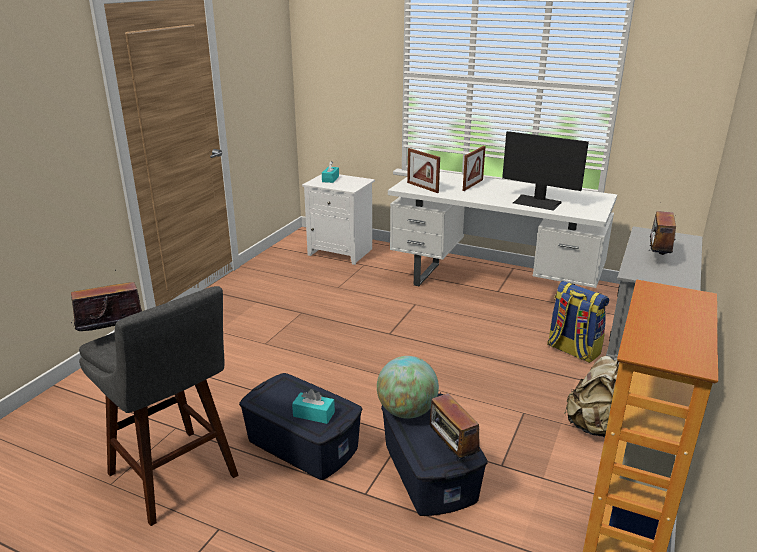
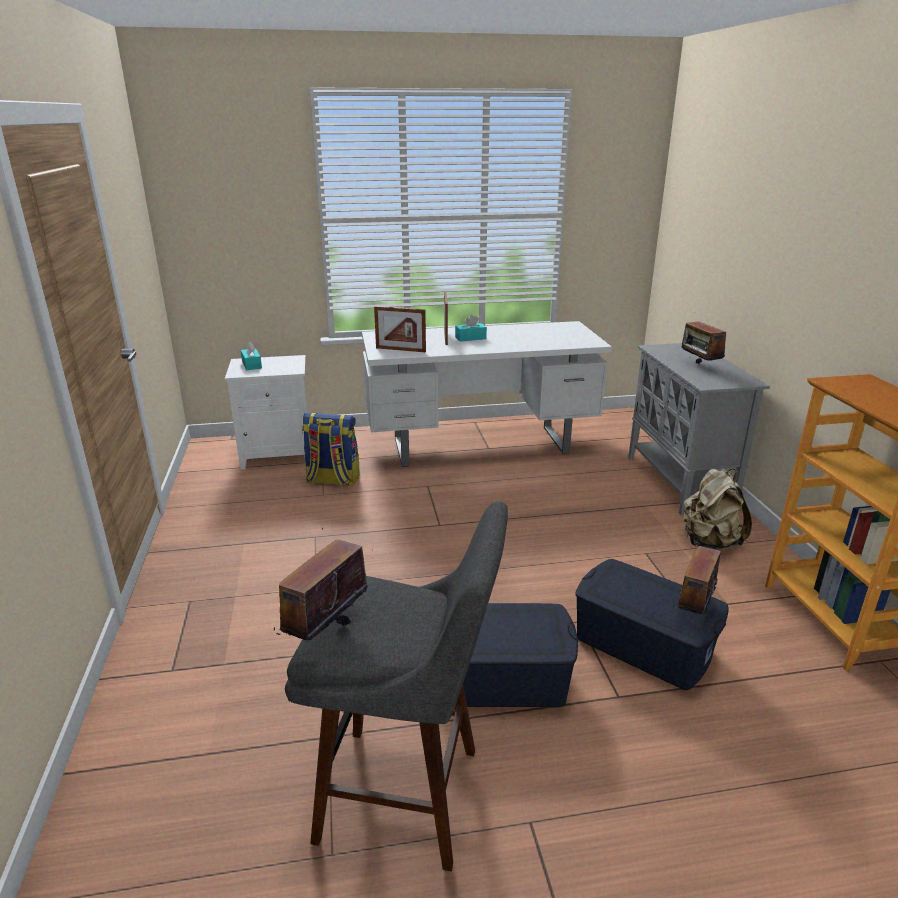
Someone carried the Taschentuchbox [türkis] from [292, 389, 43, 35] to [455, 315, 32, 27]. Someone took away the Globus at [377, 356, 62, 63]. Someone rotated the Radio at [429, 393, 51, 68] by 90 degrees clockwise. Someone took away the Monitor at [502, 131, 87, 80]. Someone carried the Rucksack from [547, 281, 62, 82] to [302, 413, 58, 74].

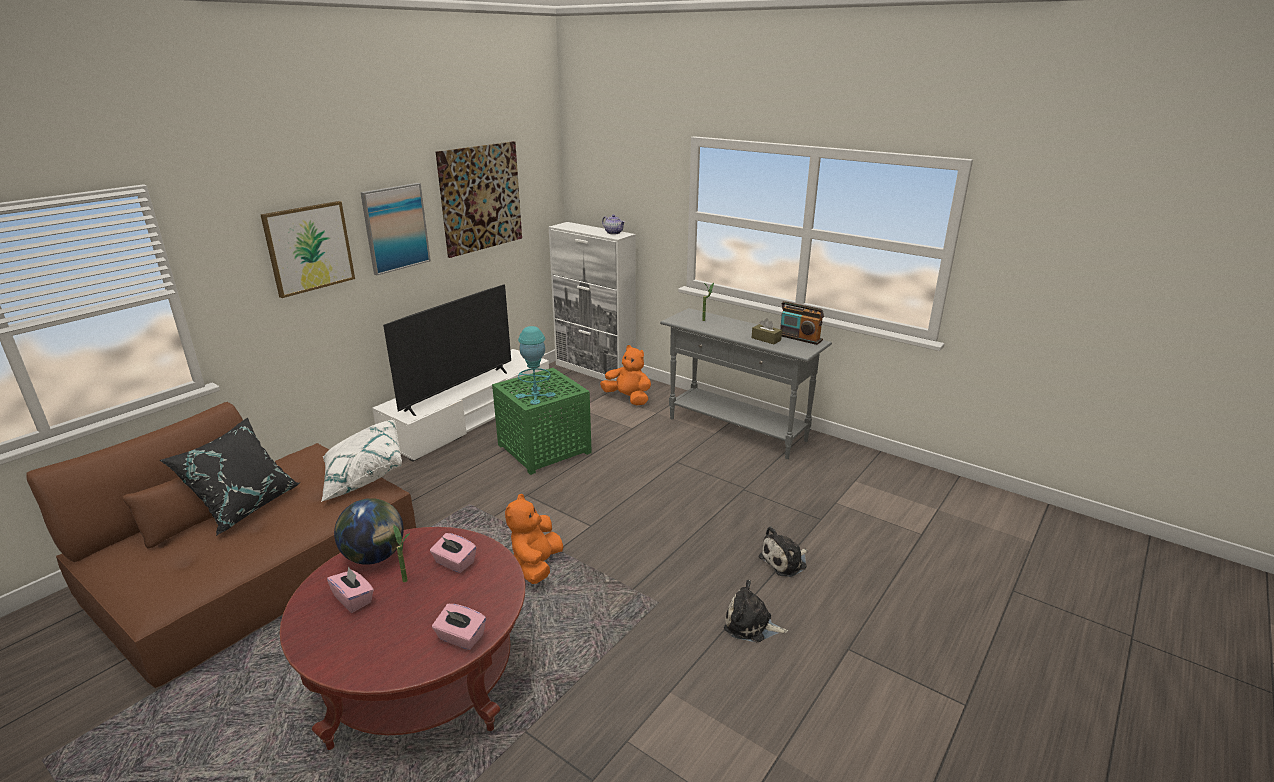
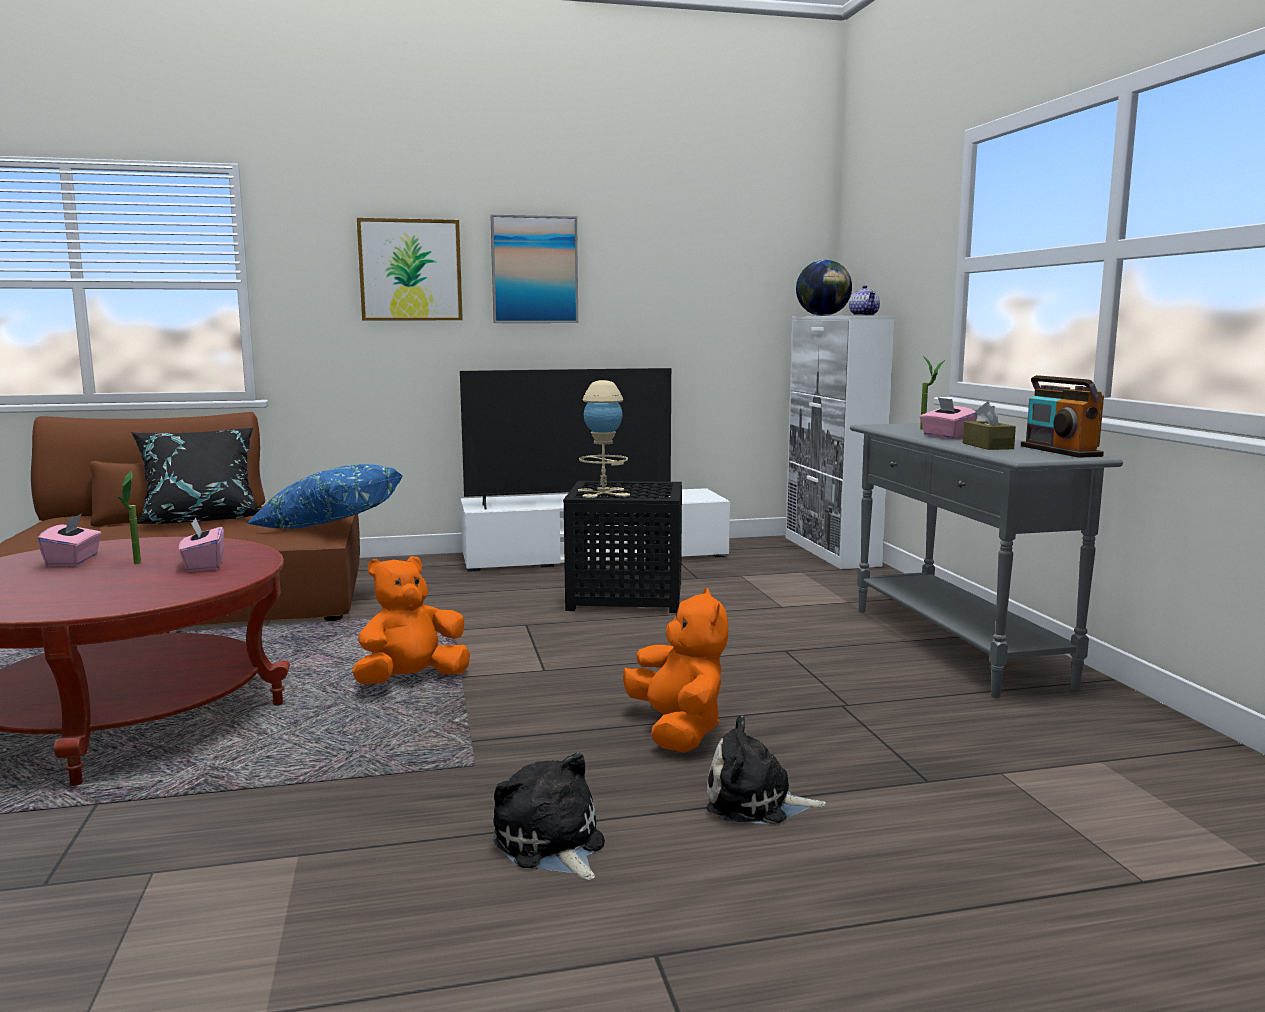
Someone repainted the Kissen [weiß] at [321, 420, 81, 82], which became the Kissen [blau] at [246, 464, 157, 65]. Someone carried the Globus from [334, 498, 70, 67] to [796, 260, 56, 56]. Someone carried the Taschentuchbox [rosa] from [432, 604, 54, 46] to [920, 397, 58, 42]. Someone took away the Bild at [436, 141, 86, 117]. Someone repainted the Beistelltisch [grün] at [492, 368, 100, 107], which became the Beistelltisch [schwarz] at [563, 481, 119, 132]. Someone repainted the Tischlampe [türkis] at [516, 326, 39, 79], which became the Tischlampe [beige] at [578, 380, 52, 118]. Someone carried the Plüschtier [orange] from [600, 345, 51, 60] to [623, 588, 105, 165].

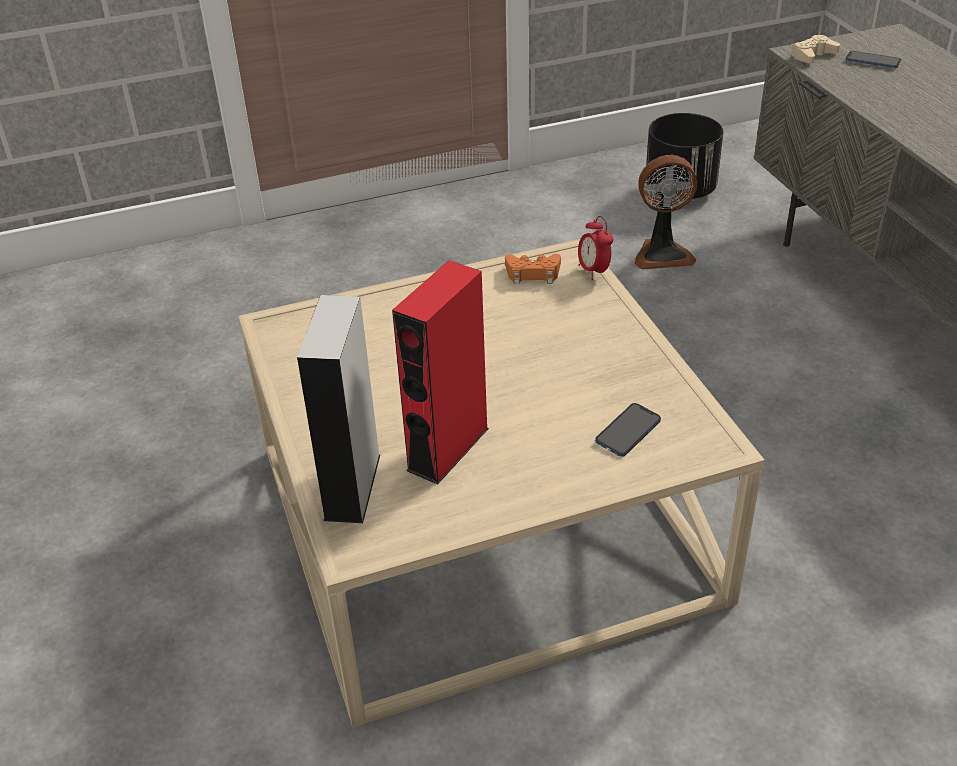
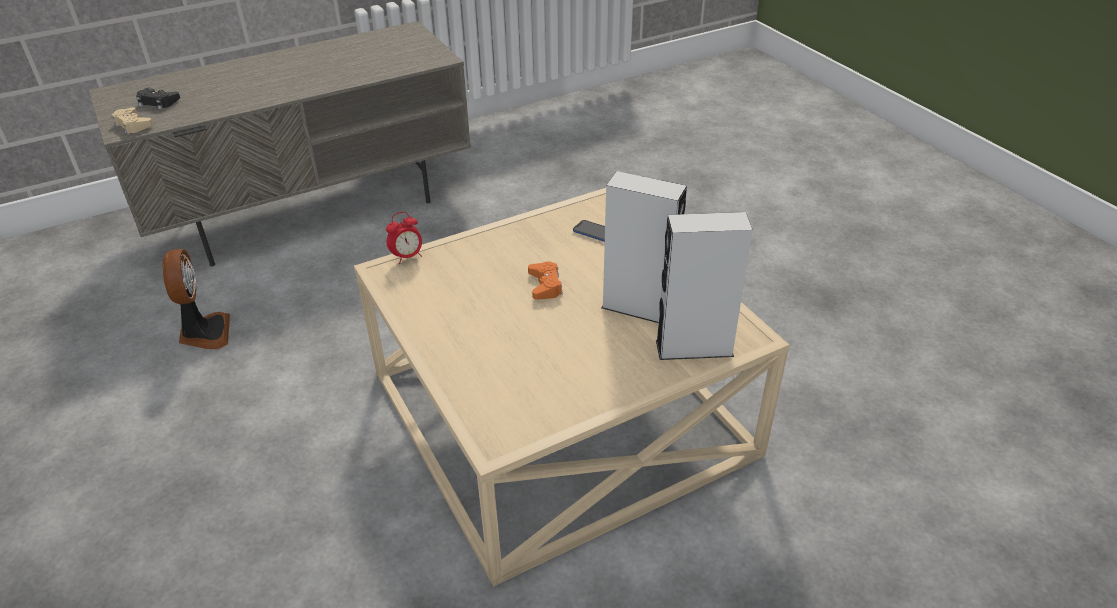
Someone repainted the Lautsprecher [rot] at [392, 260, 97, 225], which became the Lautsprecher [grau] at [601, 171, 86, 152]. Someone carried the Gamepad [orange] from [505, 254, 56, 30] to [528, 261, 35, 39]. Someone took away the Pflanzkübel [schwarz] at [646, 113, 77, 86]. Someone swapped the Handy at [846, 51, 55, 17] for the Gamepad [schwarz] at [136, 88, 44, 22].

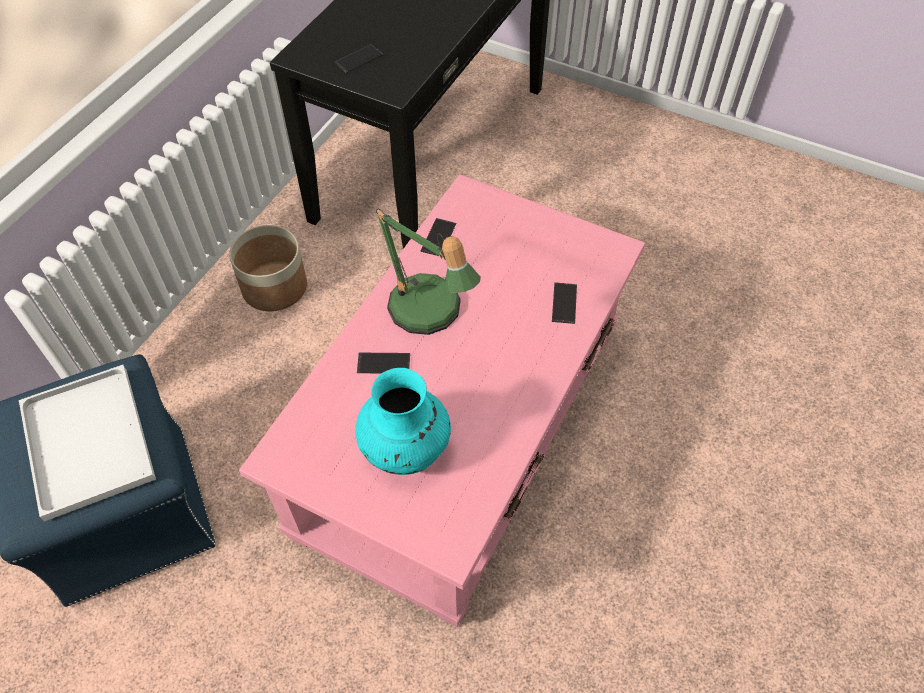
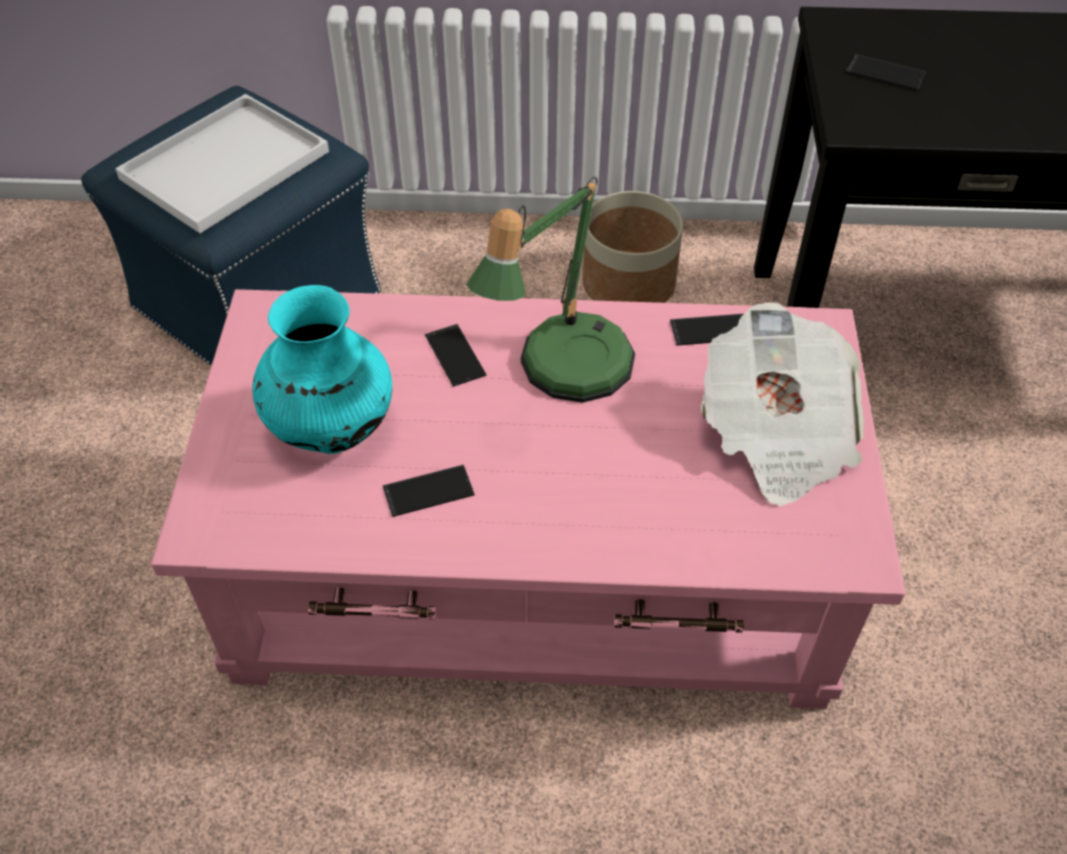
Someone carried the Handy from [552, 282, 25, 42] to [383, 465, 92, 52]. Someone put down the Zeitung at [701, 302, 163, 205].

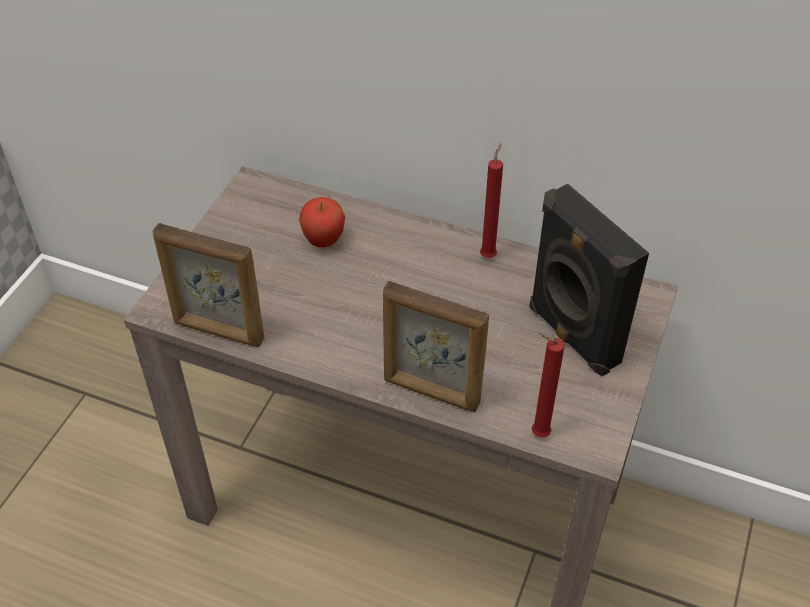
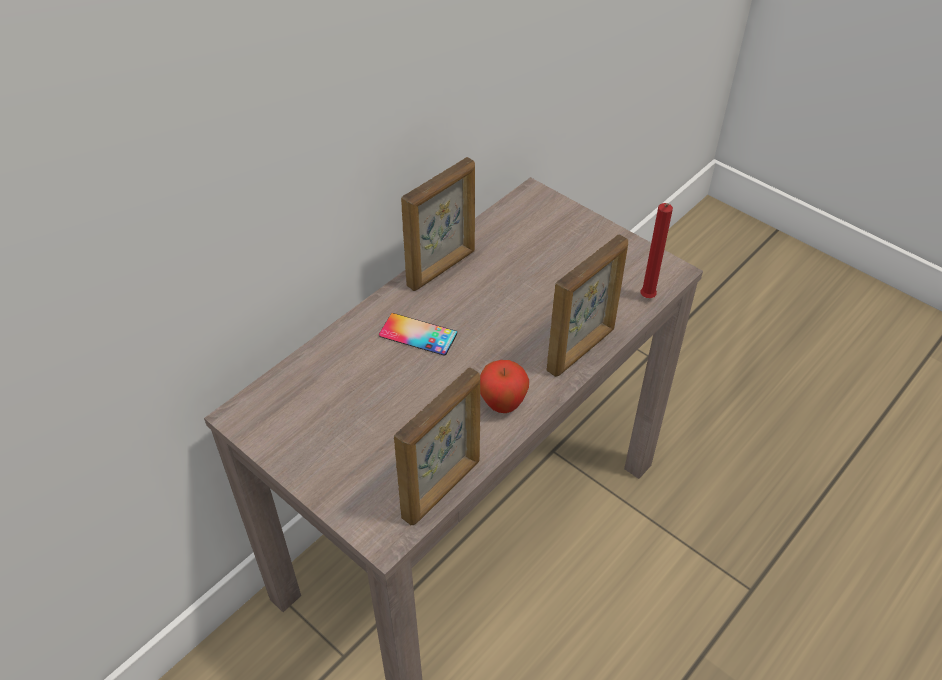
Someone carried the Apfel from [299, 197, 46, 50] to [480, 360, 49, 53]. Someone swapped the Kerze [rot] at [480, 143, 23, 115] for the Bilderrahmen at [401, 157, 74, 134]. Someone took away the Lautsprecher [schwarz] at [529, 184, 120, 193]. Someone put down the Handy at [379, 313, 78, 43].

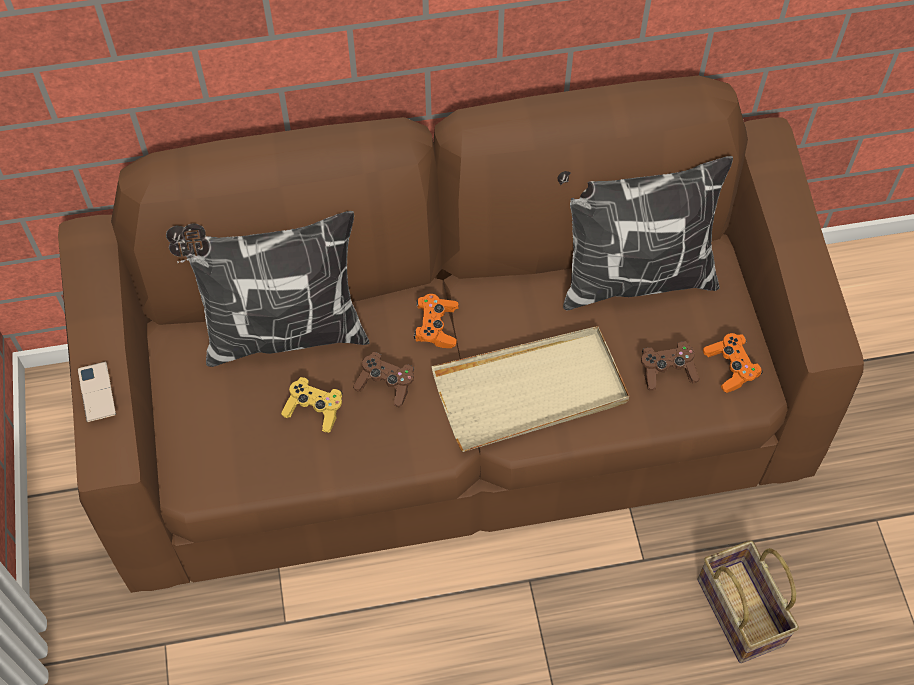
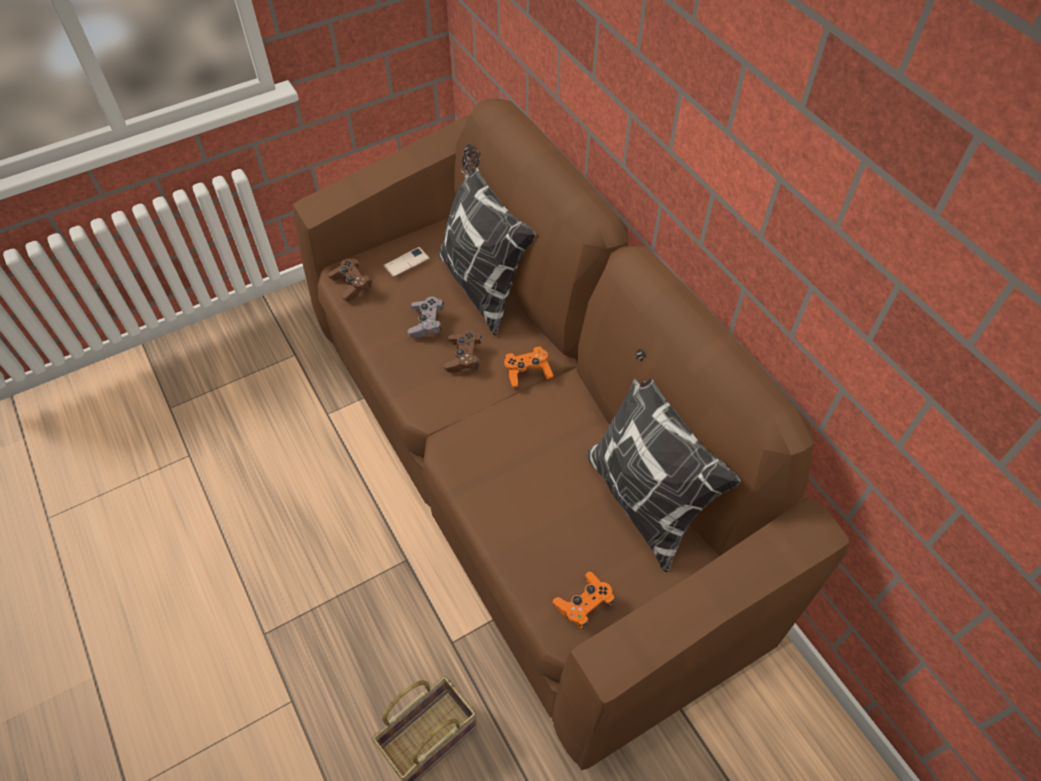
Someone carried the Handy from [78, 362, 38, 60] to [383, 247, 47, 30]. Someone repainted the Gamepad [gelb] at [281, 377, 62, 56], which became the Gamepad [grau] at [408, 297, 36, 41]. Someone took away the Tablett [beige] at [431, 326, 198, 126]. Someone carried the Gamepad [braun] from [641, 341, 58, 49] to [328, 259, 44, 43].

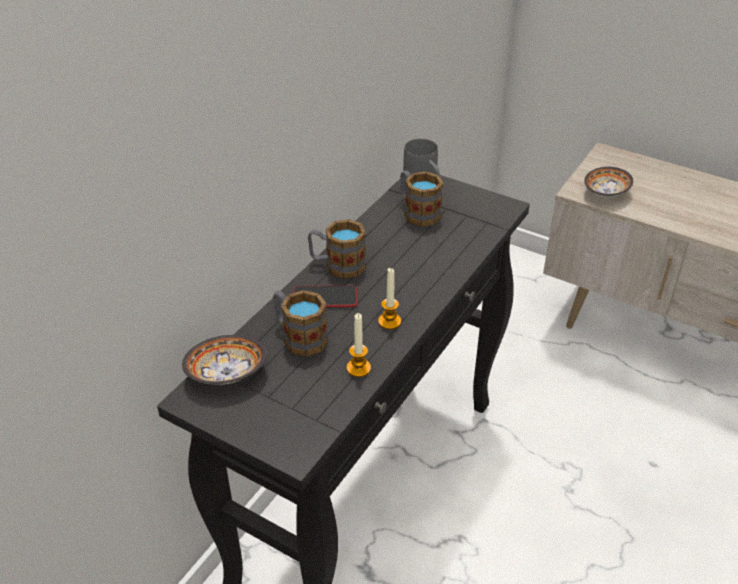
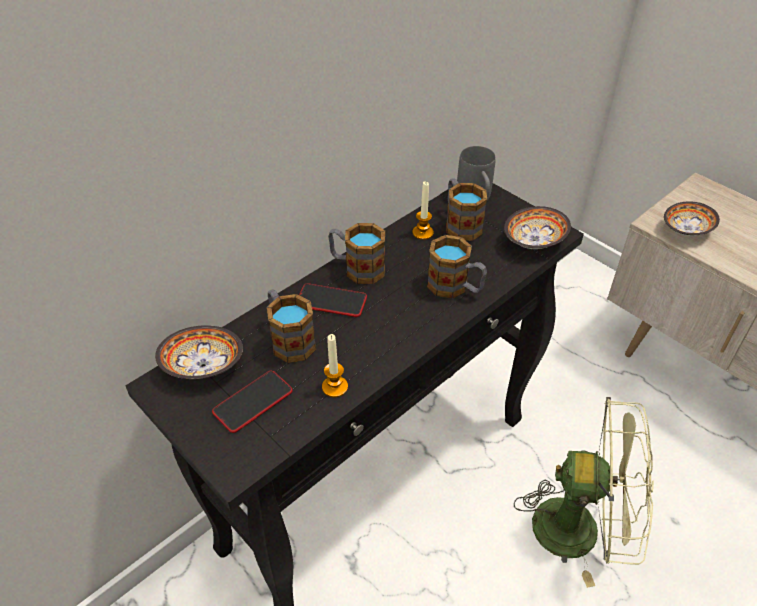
Someone carried the Kerze from [378, 268, 23, 62] to [412, 181, 22, 59]. Someone put down the Handy at [212, 371, 81, 62]. Someone put down the Henkelbecher at [427, 235, 60, 64]. Someone put down the Schüssel at [504, 206, 67, 43]. Someone put down the Ventilator [grün] at [514, 397, 140, 191].

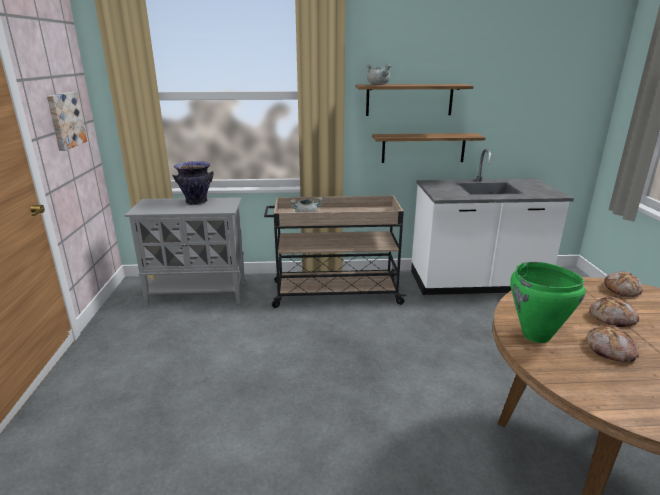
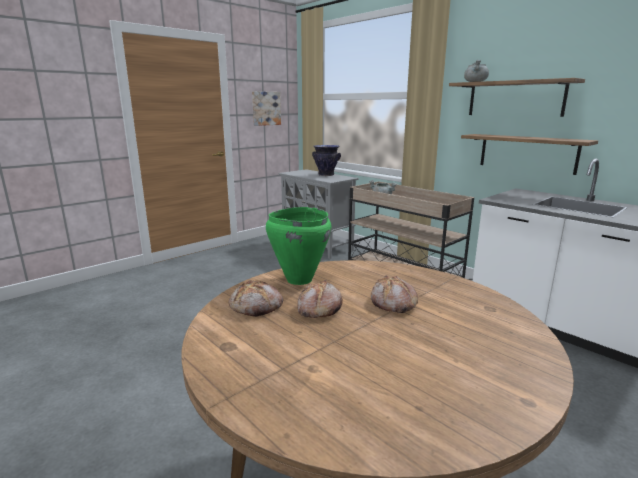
Someone carried the Brot from [604, 271, 39, 26] to [229, 280, 54, 37].

